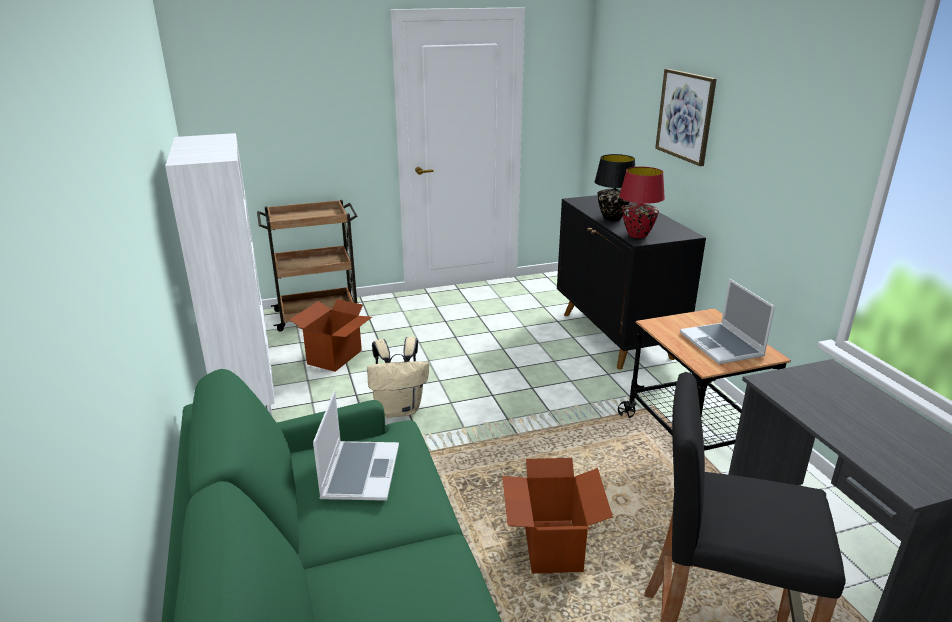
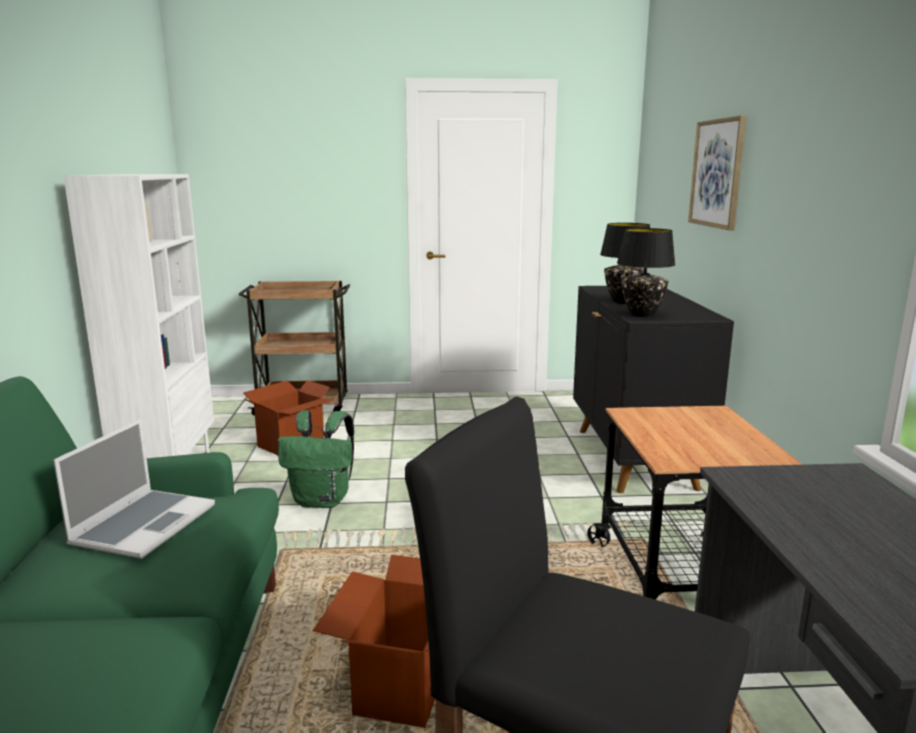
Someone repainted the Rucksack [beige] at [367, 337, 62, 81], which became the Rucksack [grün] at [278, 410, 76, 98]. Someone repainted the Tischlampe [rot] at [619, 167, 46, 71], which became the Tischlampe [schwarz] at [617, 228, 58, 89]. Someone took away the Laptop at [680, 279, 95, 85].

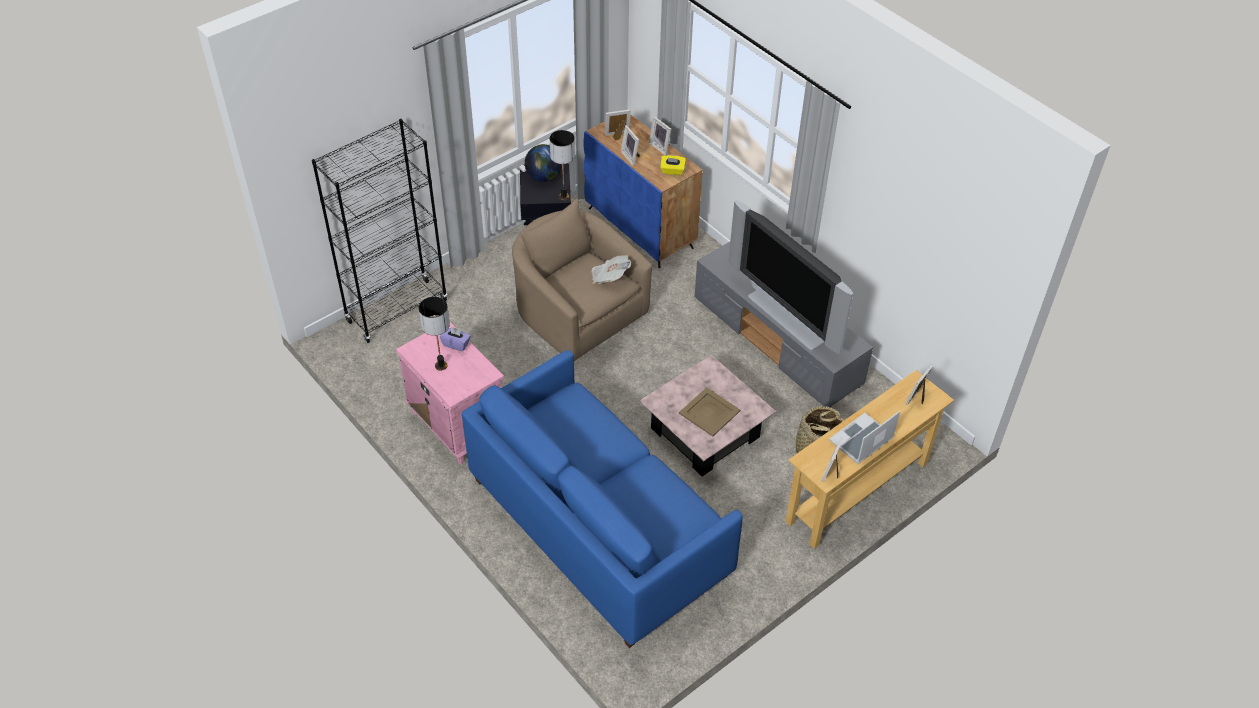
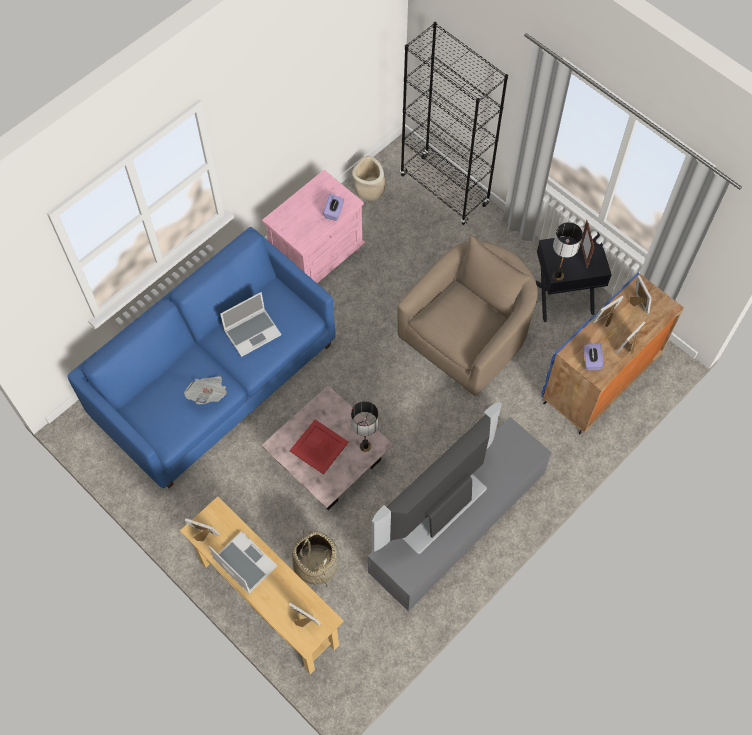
Someone carried the Tischlampe from [418, 297, 32, 74] to [351, 401, 27, 51]. Someone swapped the Globus at [525, 144, 37, 38] for the Bilderrahmen at [581, 220, 13, 49]. Someone carried the Zeitung from [592, 255, 39, 29] to [184, 376, 43, 28]. Someone repainted the Taschentuchbox [gelb] at [660, 155, 26, 20], which became the Taschentuchbox [lila] at [584, 343, 19, 27]. Someone repainted the Tablett [beige] at [679, 387, 62, 50], which became the Tablett [rot] at [290, 420, 59, 54]. Someone put down the Laptop at [220, 292, 61, 65]. Someone put down the Pflanzkübel [beige] at [352, 156, 33, 45].

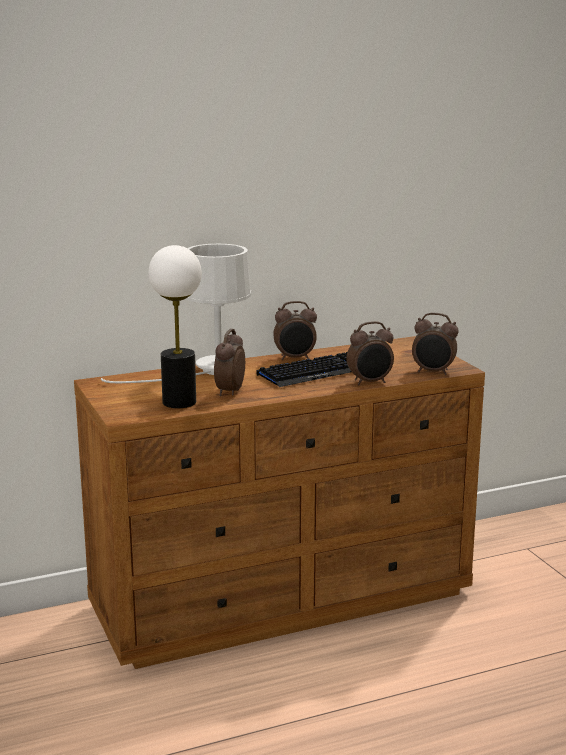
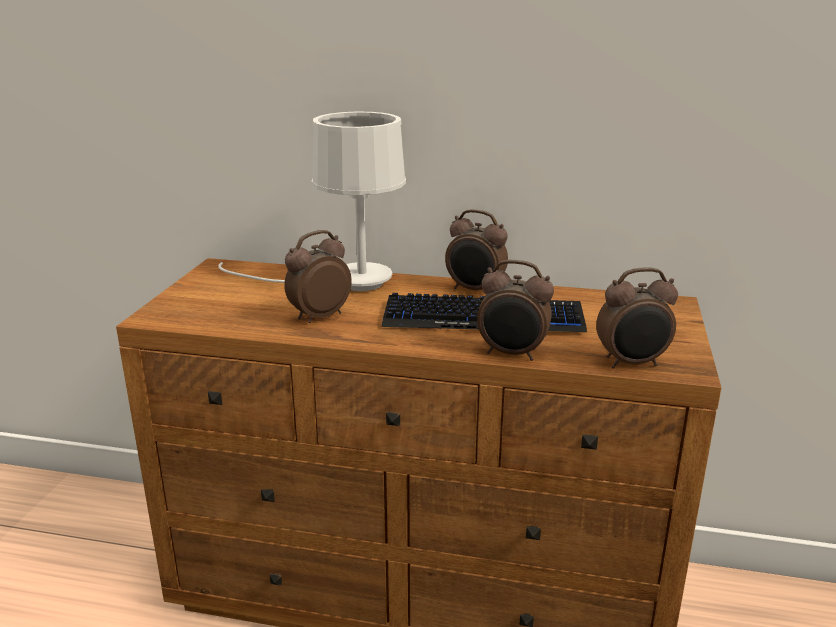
Someone took away the Tischlampe at [149, 245, 53, 163]. Someone rotated the Wecker at [412, 313, 47, 62] by 60 degrees counterclockwise.

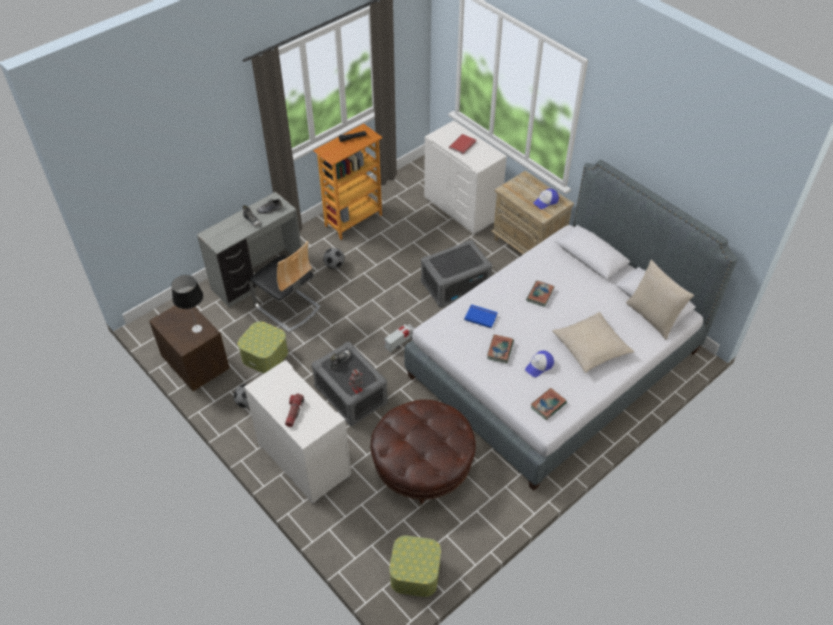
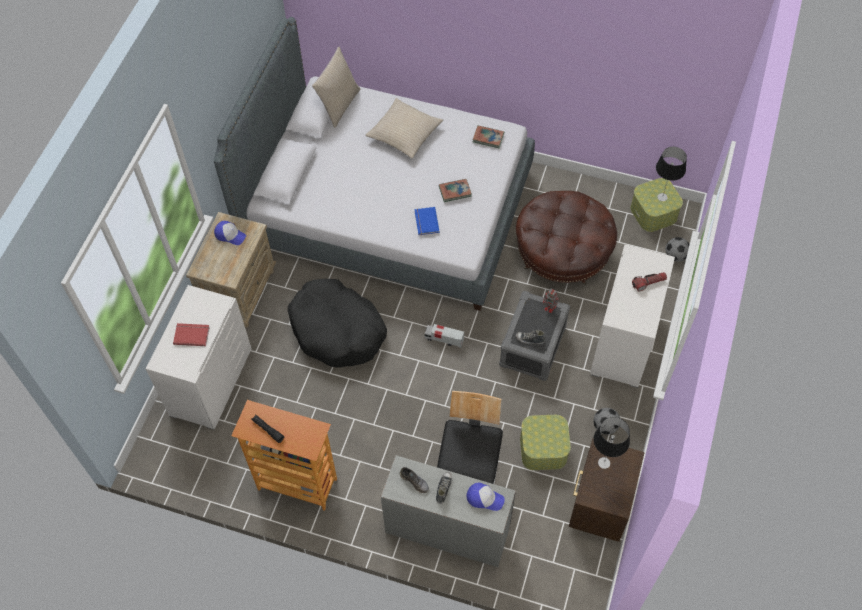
Someone carried the Fußball from [323, 248, 22, 21] to [665, 237, 24, 25]. Someone swapped the Aufbewahrungsbox [grau] at [421, 240, 71, 68] for the Hundebett [schwarz] at [288, 279, 99, 89]. Someone carried the Kappe from [525, 351, 29, 26] to [466, 483, 39, 28]. Someone took away the Buch at [526, 281, 29, 26]. Someone put down the Tischlampe at [656, 147, 31, 54].

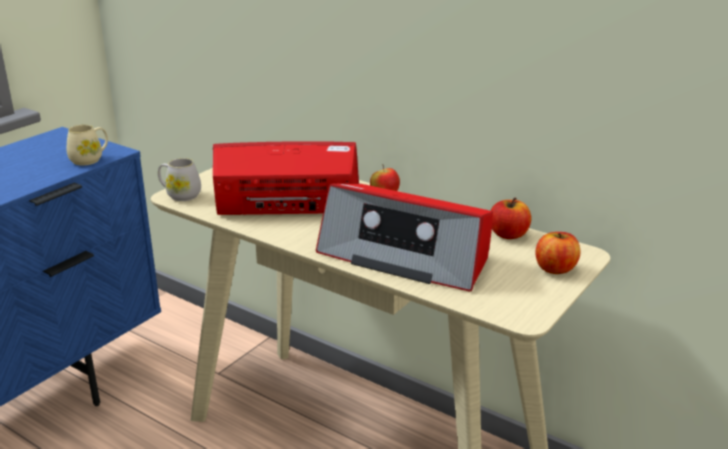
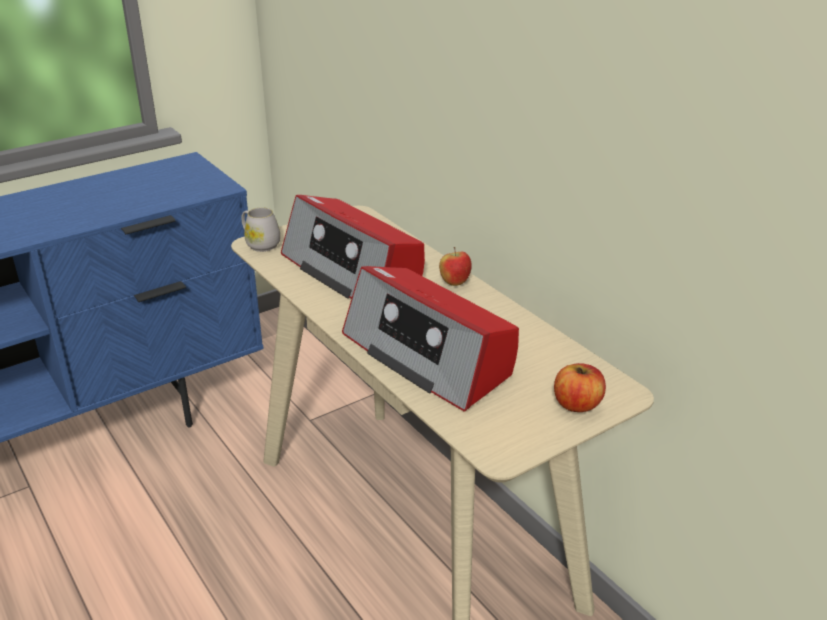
Someone took away the Henkelbecher [beige] at [66, 125, 42, 41]. Someone rotated the Radio at [213, 141, 146, 74] by 150 degrees counterclockwise. Someone took away the Apfel at [491, 198, 40, 41].

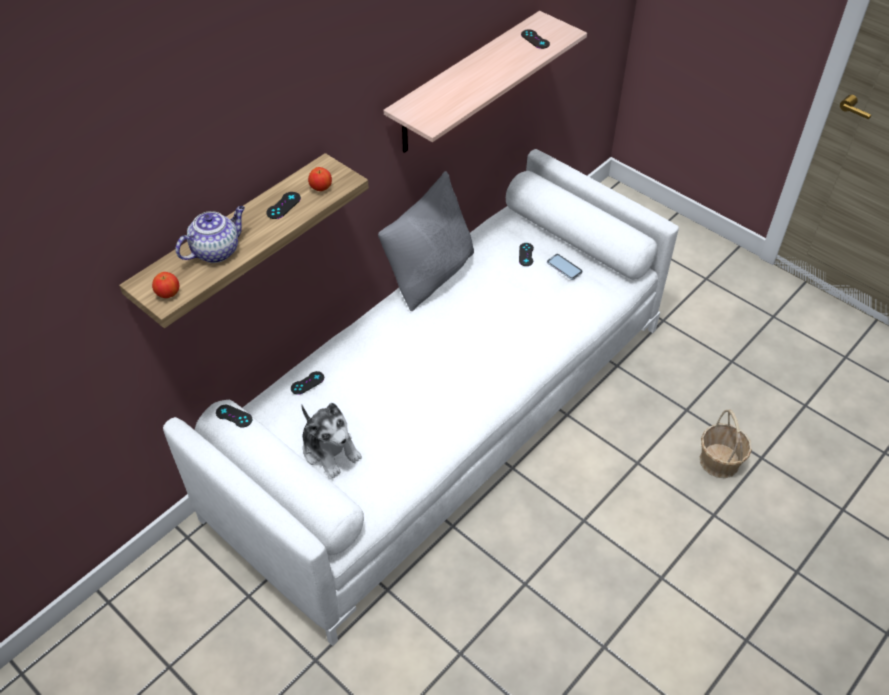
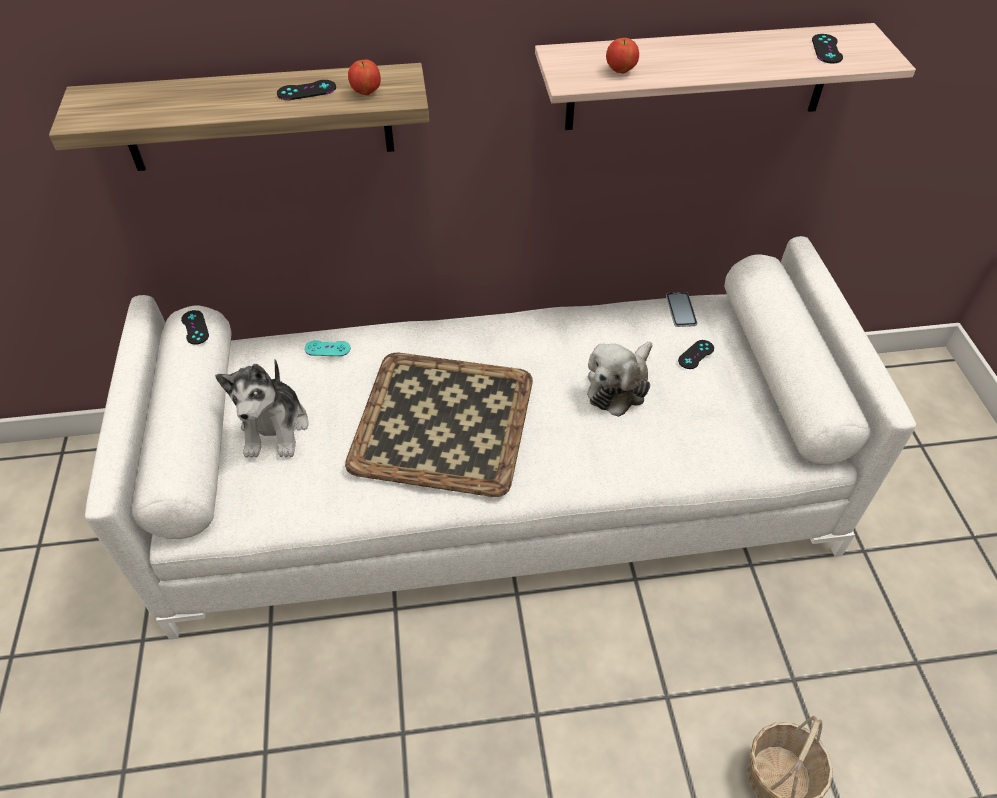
Someone carried the Apfel from [152, 272, 27, 26] to [606, 38, 33, 36]. Someone took away the Teekanne at [175, 206, 70, 57]. Someone repainted the Gamepad [schwarz] at [291, 371, 33, 24], which became the Gamepad [türkis] at [304, 340, 47, 16]. Someone took away the Kissen [grau] at [378, 171, 96, 140]. Someone carried the Handy from [547, 254, 36, 26] to [666, 292, 31, 35]. Someone put down the Tablett at [345, 353, 188, 144]. Someone put down the Plüschtier at [587, 341, 65, 76].

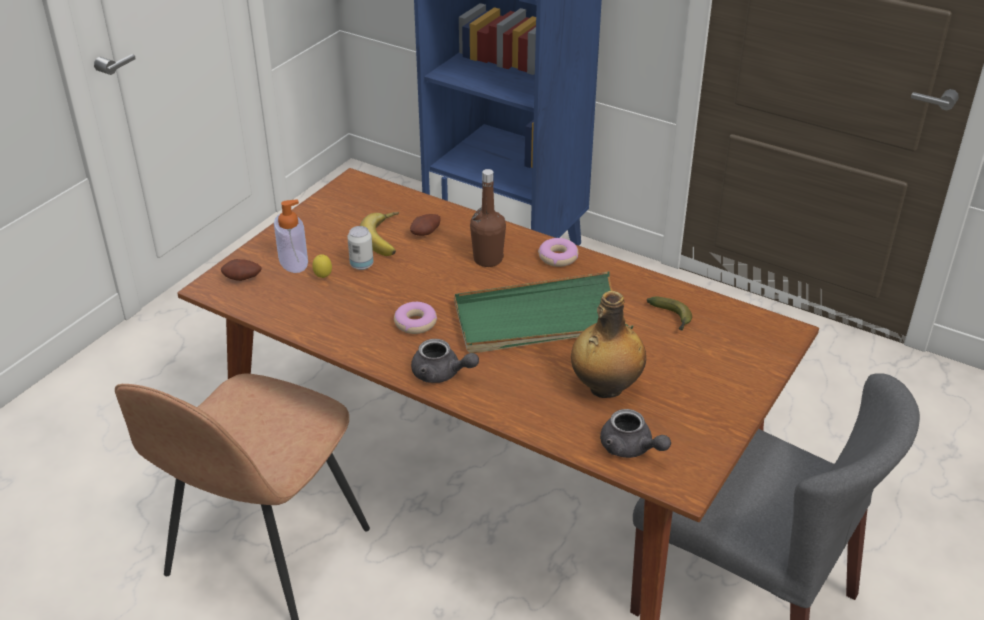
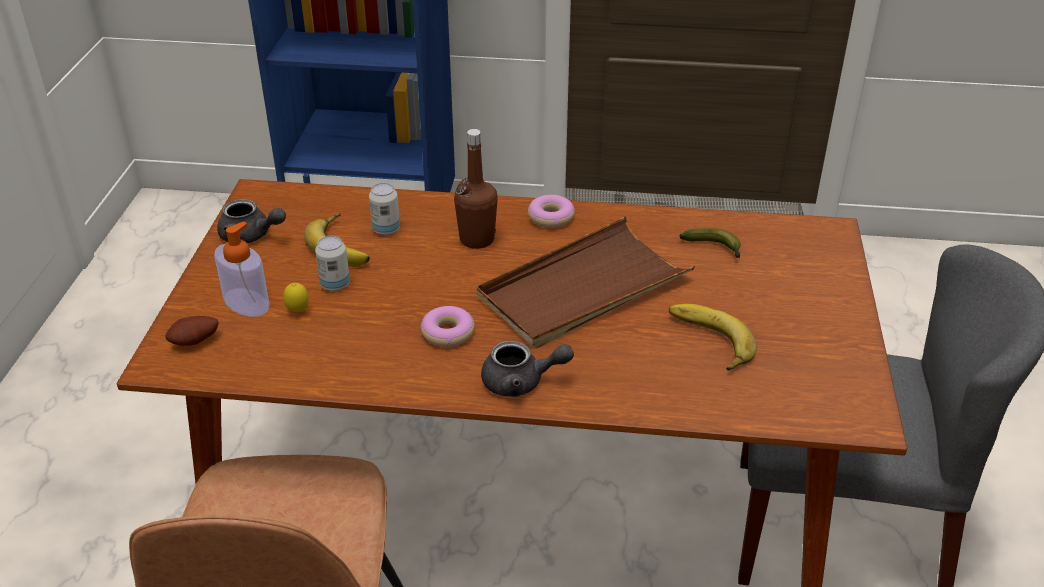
Someone swapped the Kartoffel at [410, 214, 31, 22] for the Dose at [369, 183, 31, 52]. Someone repainted the Tablett [grün] at [454, 271, 179, 82], which became the Tablett [braun] at [477, 216, 218, 132]. Someone swapped the Flasche at [571, 291, 75, 107] for the Banane at [669, 304, 88, 67]. Someone carried the Teekanne [grau] from [600, 409, 71, 49] to [217, 199, 69, 44].

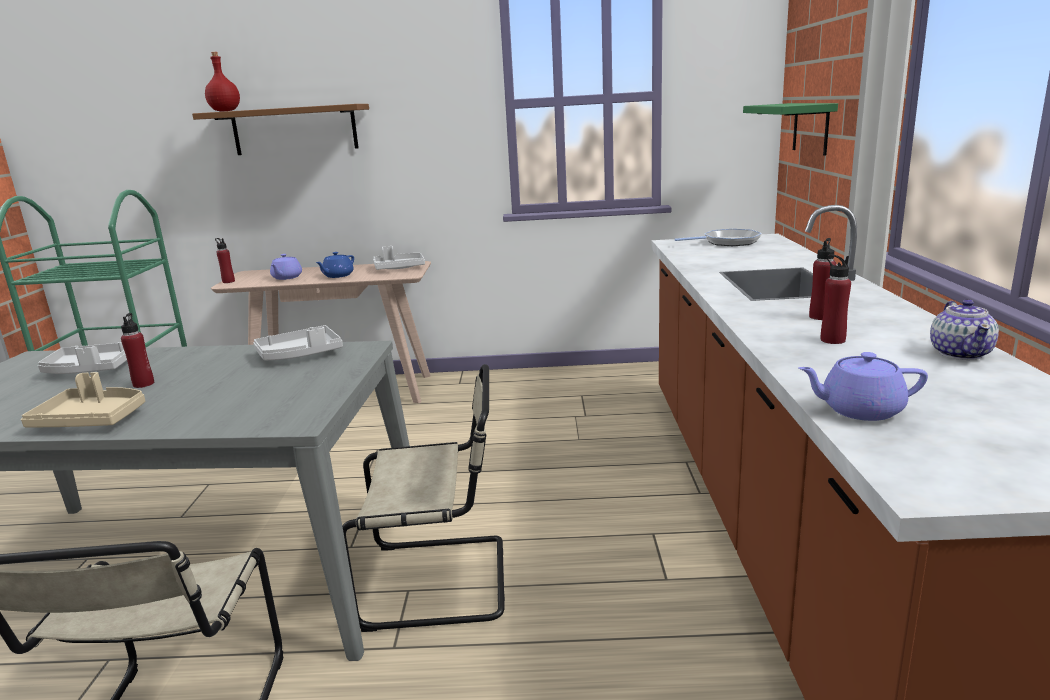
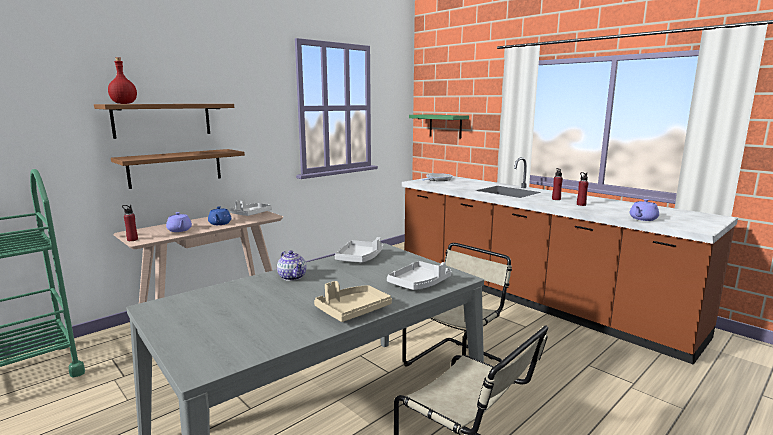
Someone carried the Tablett [grau] from [38, 342, 89, 32] to [387, 261, 64, 29]. Someone took away the Flasche [rot] at [121, 313, 33, 75]. Someone carried the Teekanne from [930, 299, 69, 61] to [277, 250, 30, 31]. Someone put up the Wandregal [braun] at [111, 149, 134, 40].

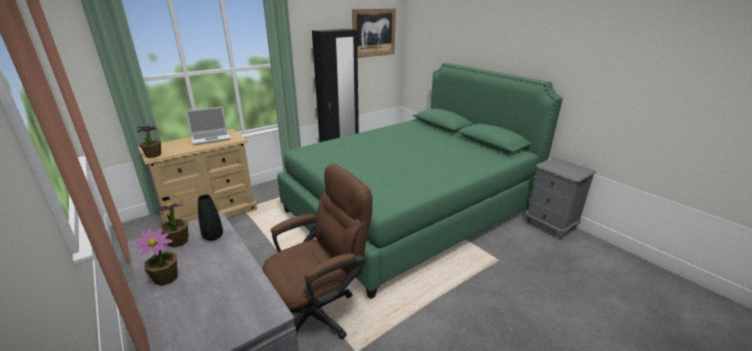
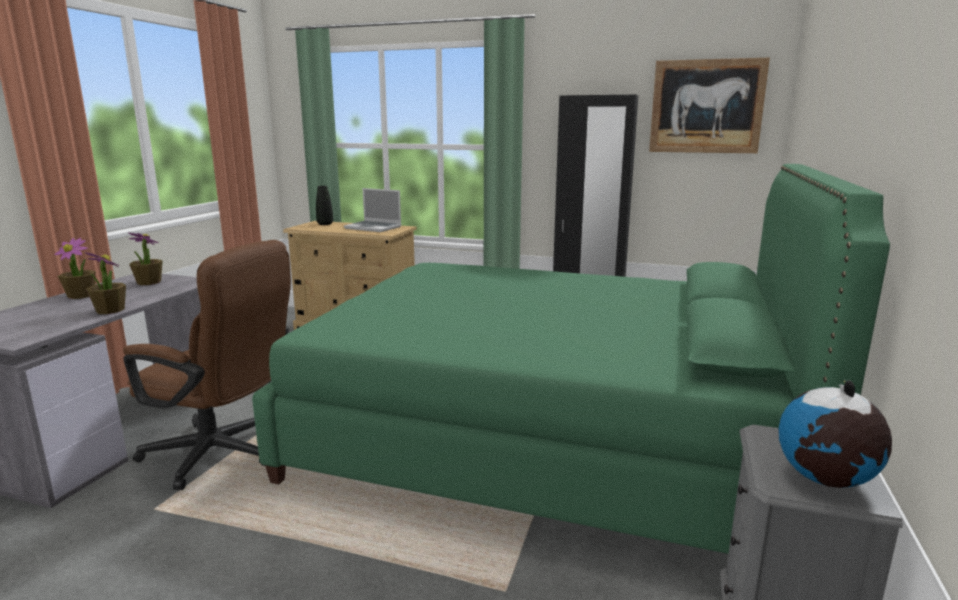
Someone carried the Topfpflanze from [137, 126, 24, 32] to [85, 252, 41, 62]. Someone carried the Vase [schwarz] from [198, 195, 25, 46] to [316, 186, 17, 39]. Someone put down the Globus at [778, 379, 114, 109].

